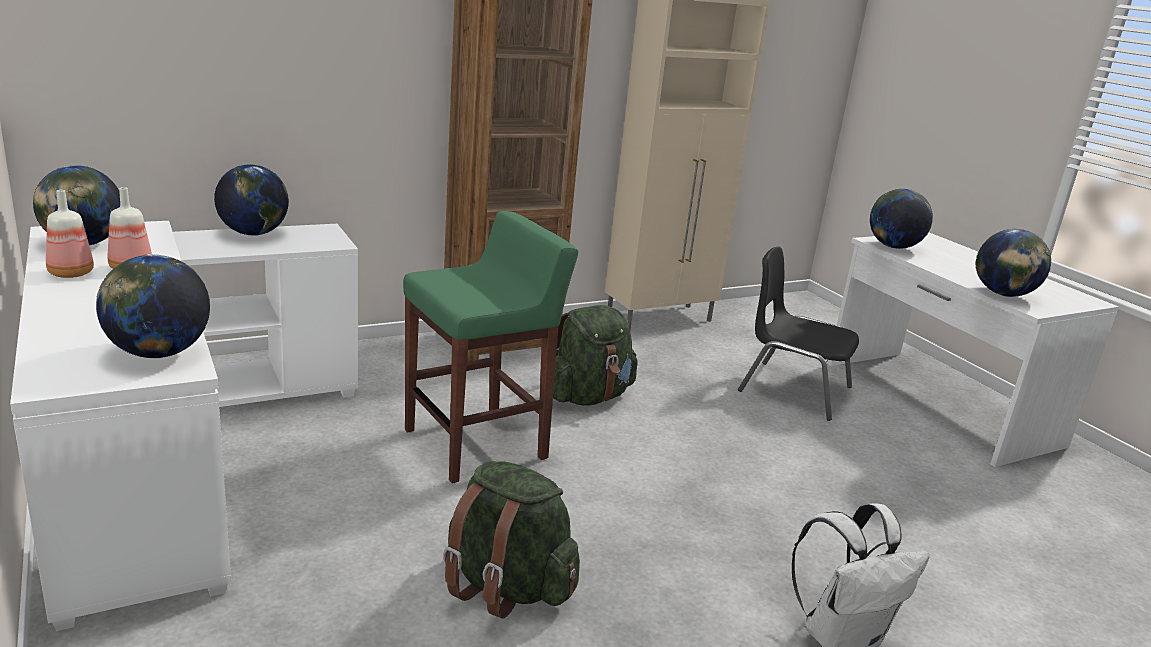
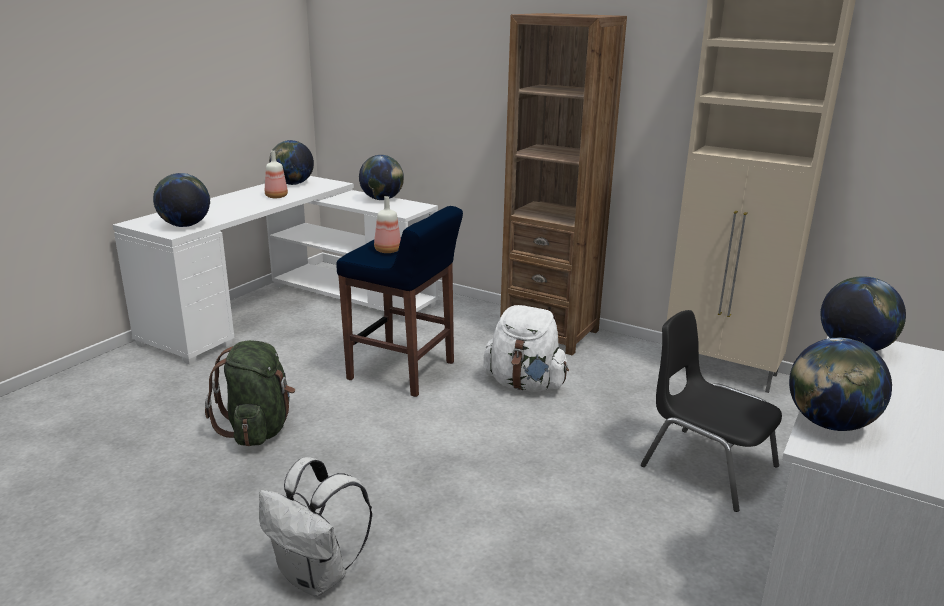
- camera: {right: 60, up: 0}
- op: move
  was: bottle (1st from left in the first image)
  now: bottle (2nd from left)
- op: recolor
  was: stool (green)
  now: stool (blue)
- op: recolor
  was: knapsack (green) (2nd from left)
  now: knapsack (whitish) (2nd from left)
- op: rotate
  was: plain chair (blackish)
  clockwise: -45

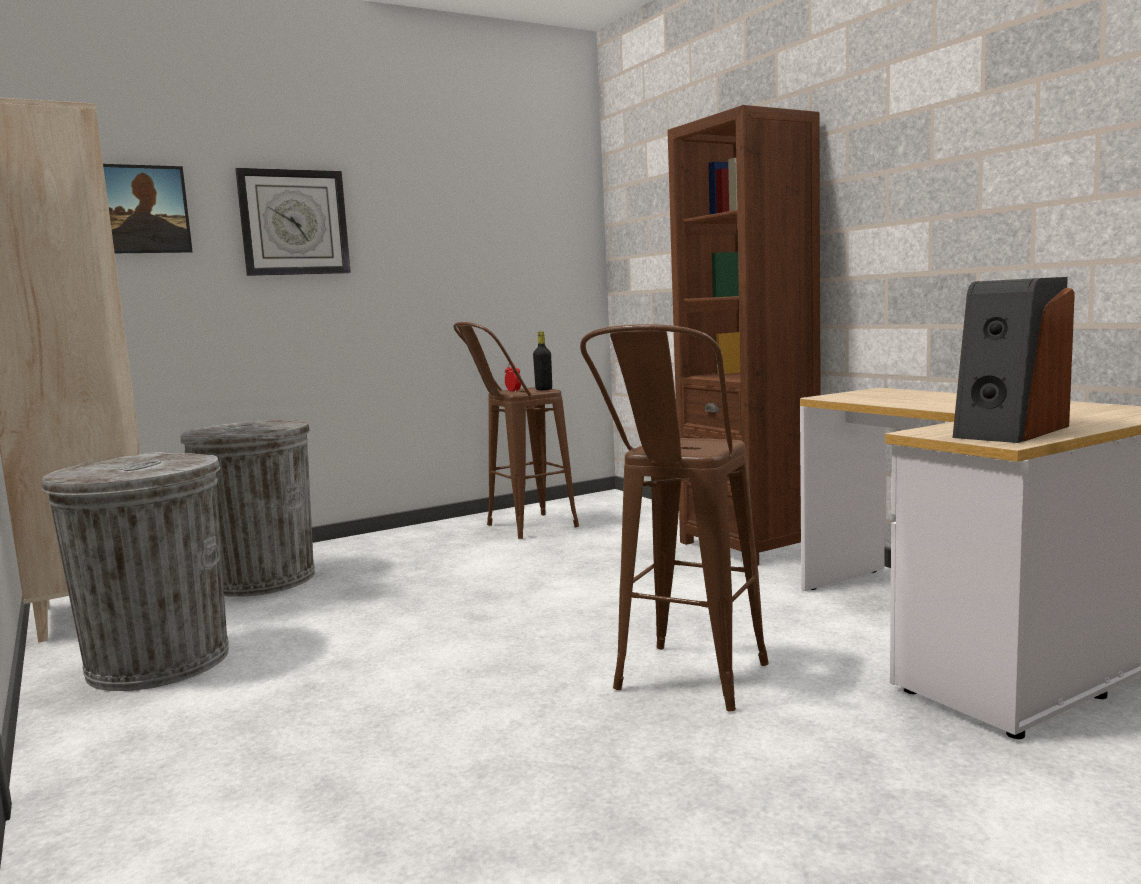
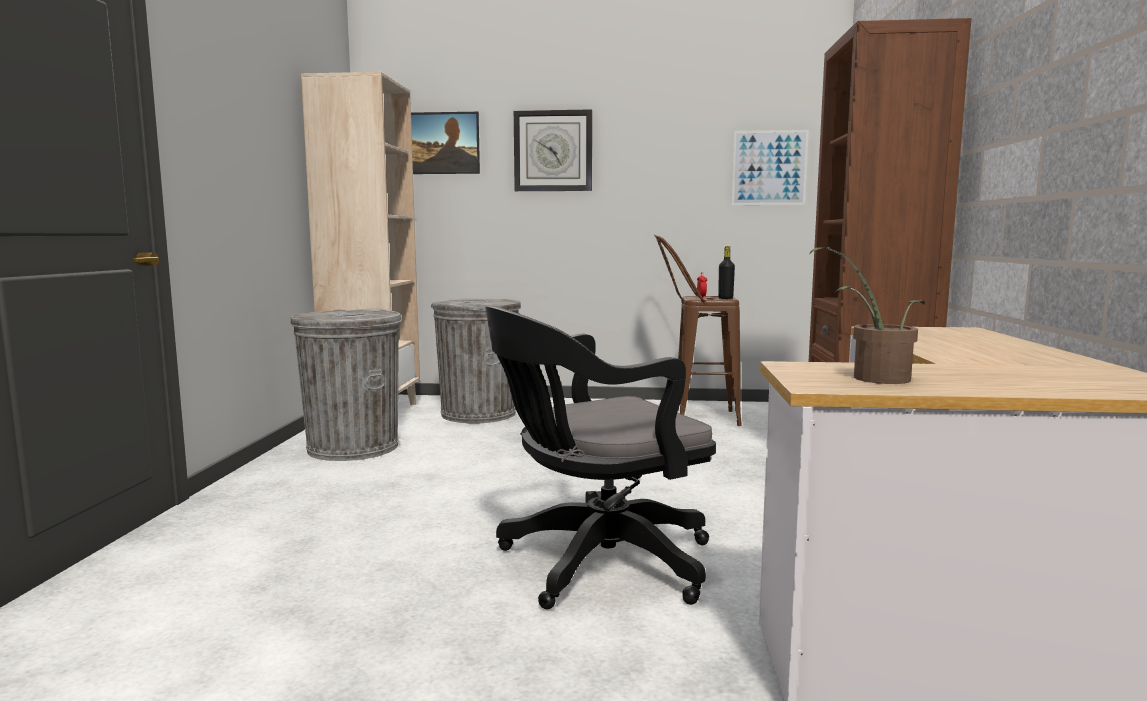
- camera: {right: 35, up: 0}
- op: insert
  now: picture (2nd from left)
- op: replace
  was: stool (brownish) (2nd from left)
  now: office chair (blackish)
- op: replace
  was: speaker
  now: plant in a pot

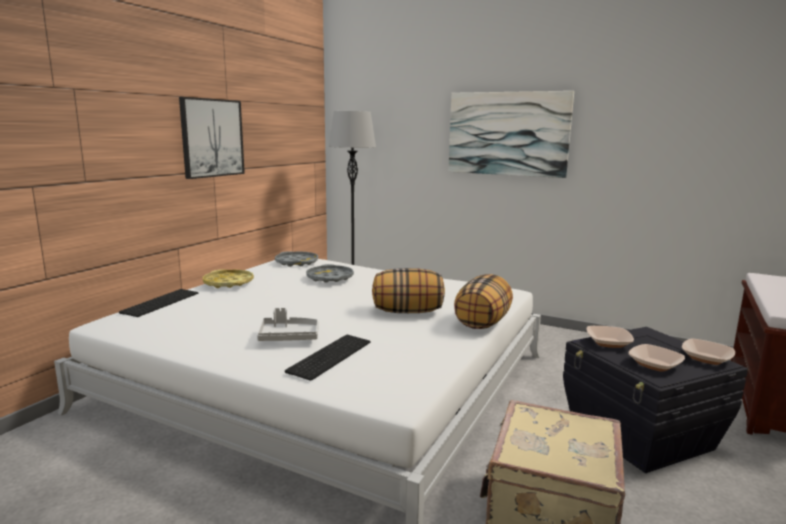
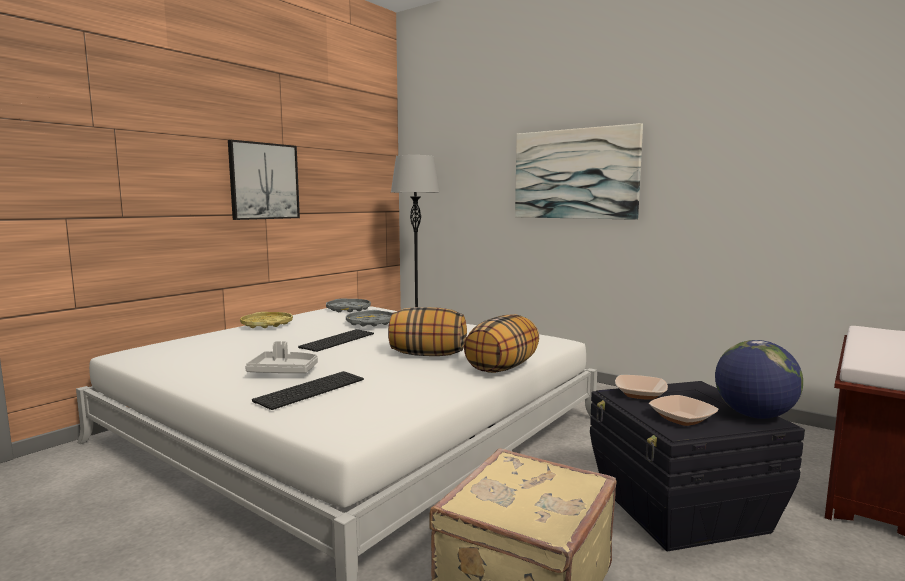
- camera: {right: 10, up: -5}
- op: move
  was: keyboard (1st from left in the first image)
  now: keyboard (2nd from left)
- op: replace
  was: serving bowl (3rd from left)
  now: world globe

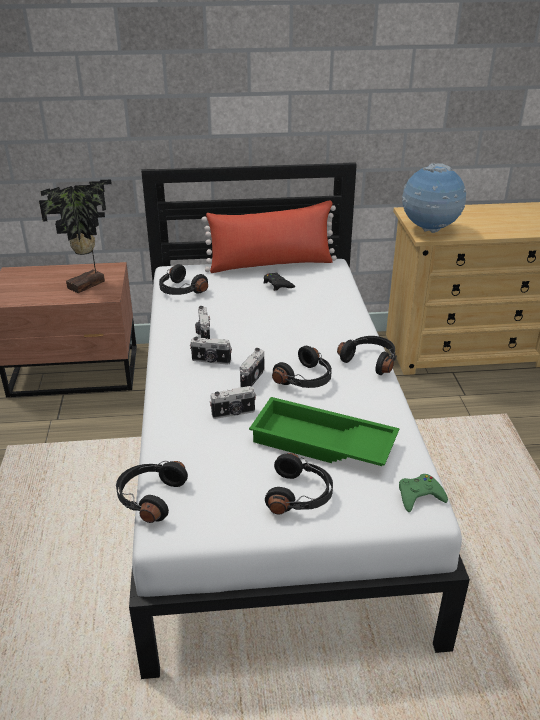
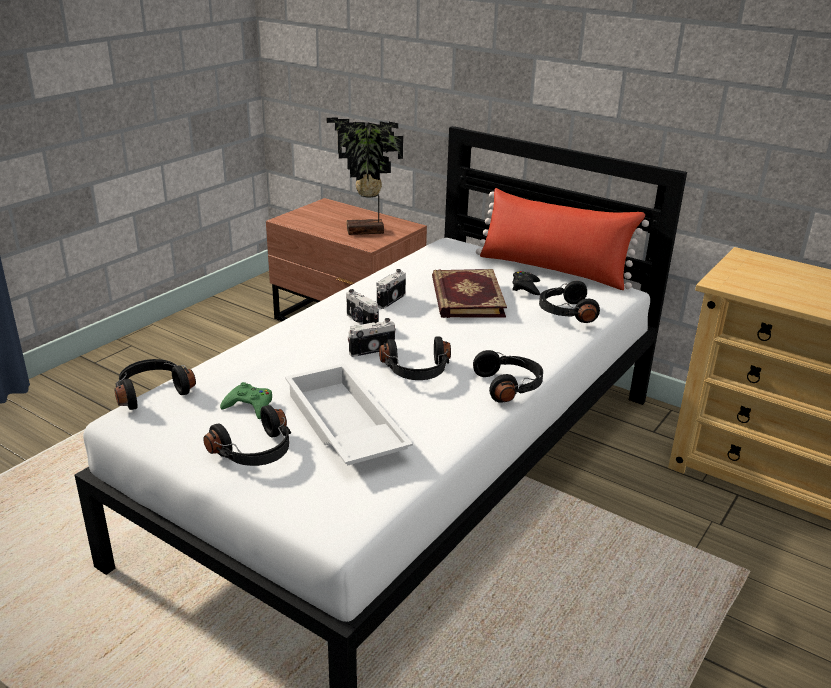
- camera: {right: 40, up: -5}
- op: delete
  was: photo camera (3rd from left)
- op: delete
  was: world globe
- op: insert
  now: bound book
- op: move
  was: headset (blackish) (2nd from left in the first image)
  now: headset (blackish) (5th from left)
- op: move
  was: joypad (green)
- op: recolor
  was: tray (green)
  now: tray (whitish)

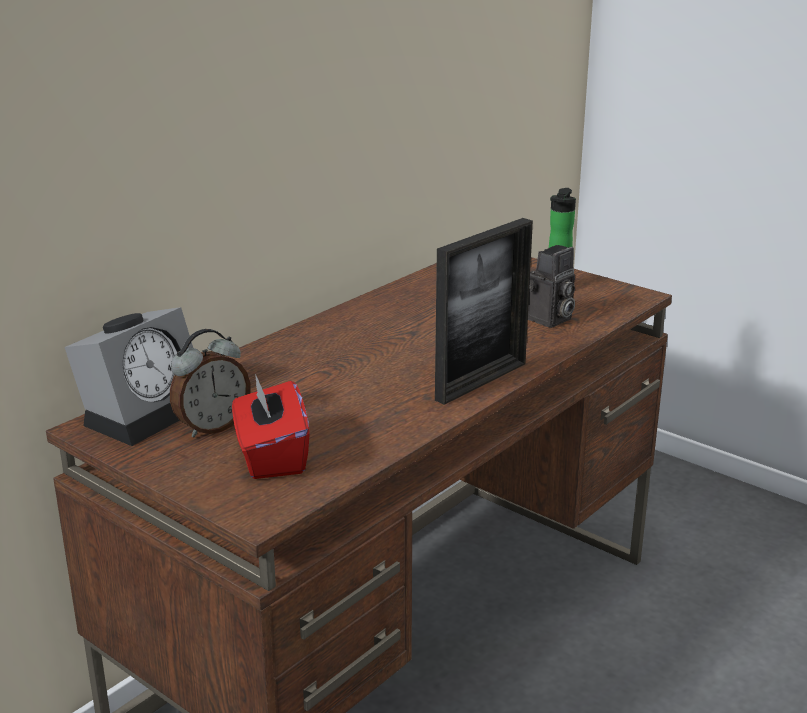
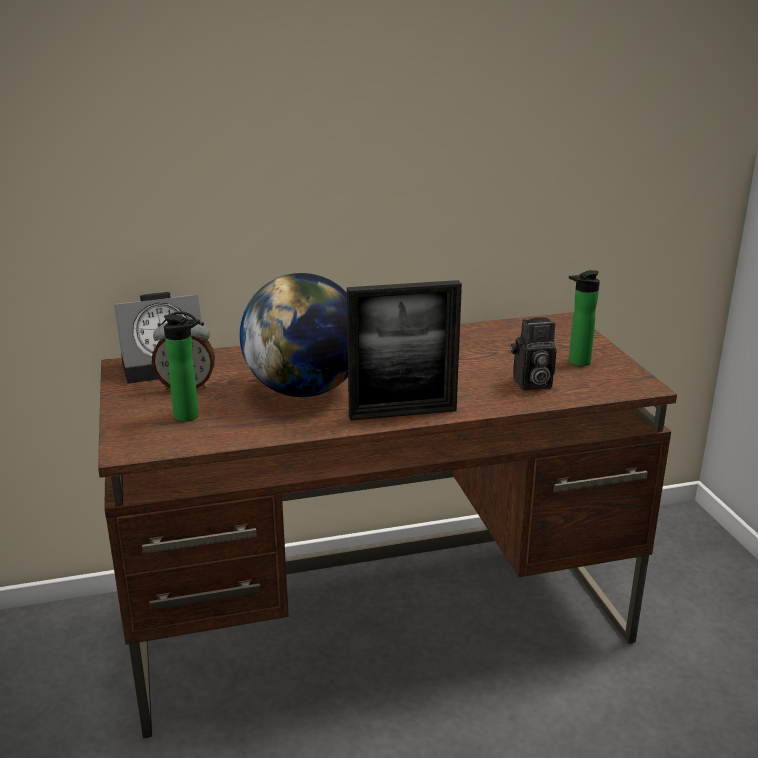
- camera: {right: 35, up: 0}
- op: insert
  now: world globe
- op: replace
  was: tissue holder (red)
  now: bottle (1st from left)

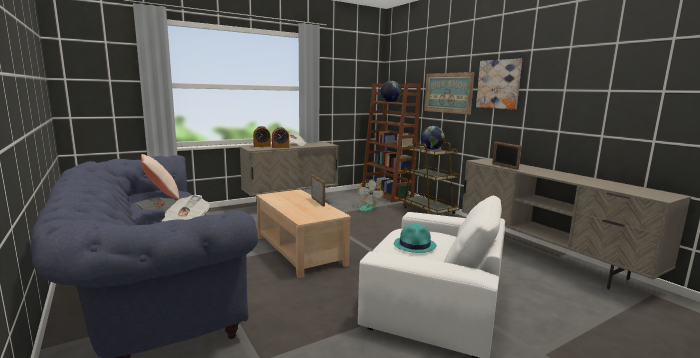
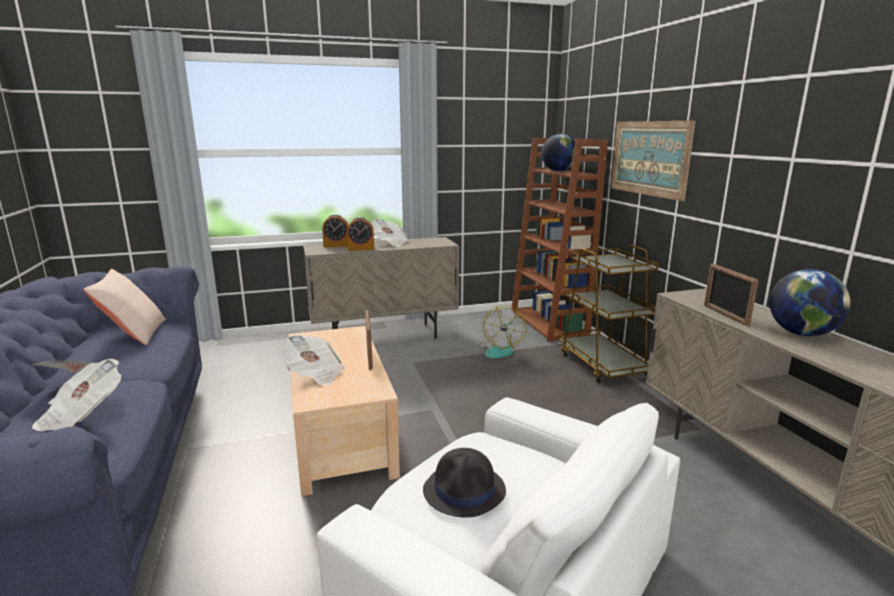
- camera: {right: 15, up: 5}
- op: delete
  was: picture (2nd from left)
- op: insert
  now: daily paper (3rd from left)
- op: move
  was: world globe (2nd from left)
- op: recolor
  was: wearable hat (turquoise-coloured)
  now: wearable hat (blackish)

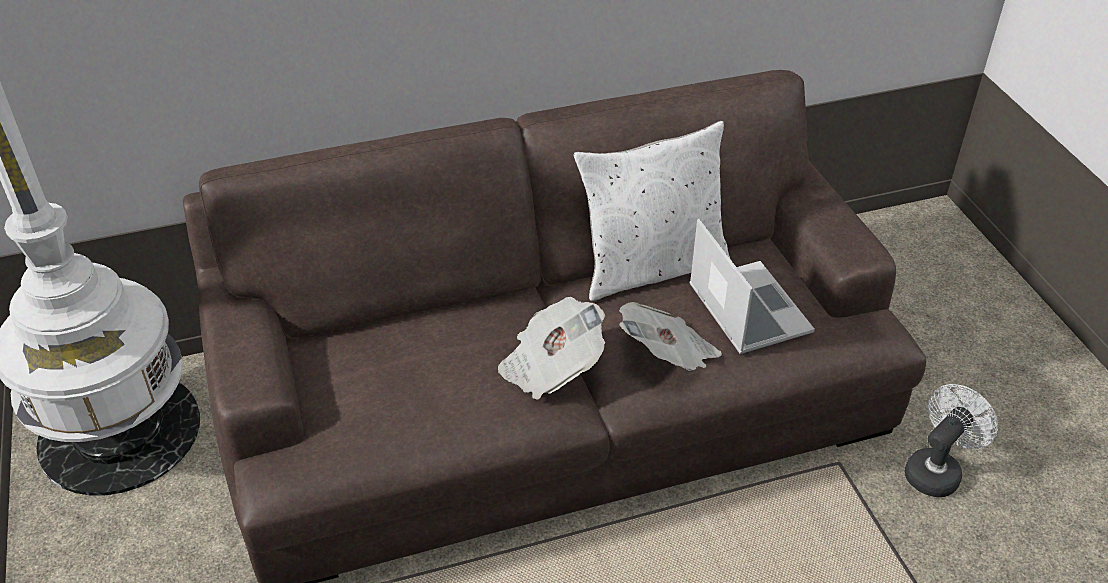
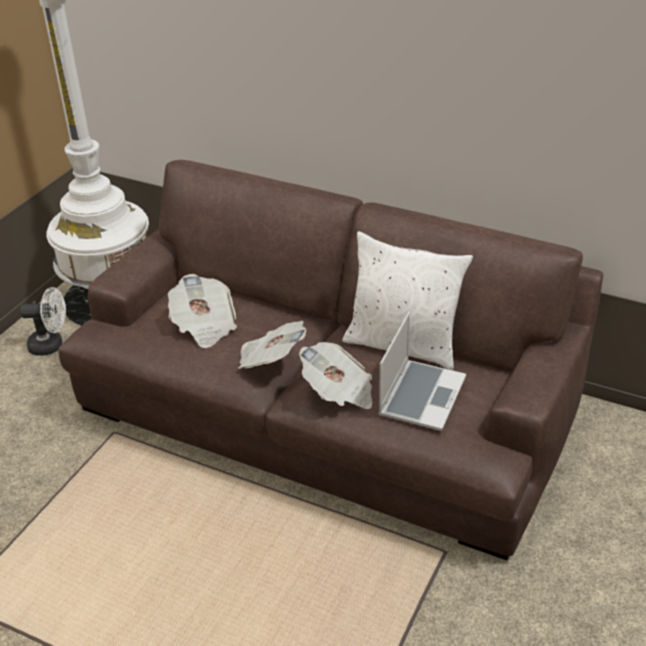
- camera: {right: 45, up: -5}
- op: insert
  now: daily paper (1st from left)
- op: move
  was: fan (whitish)

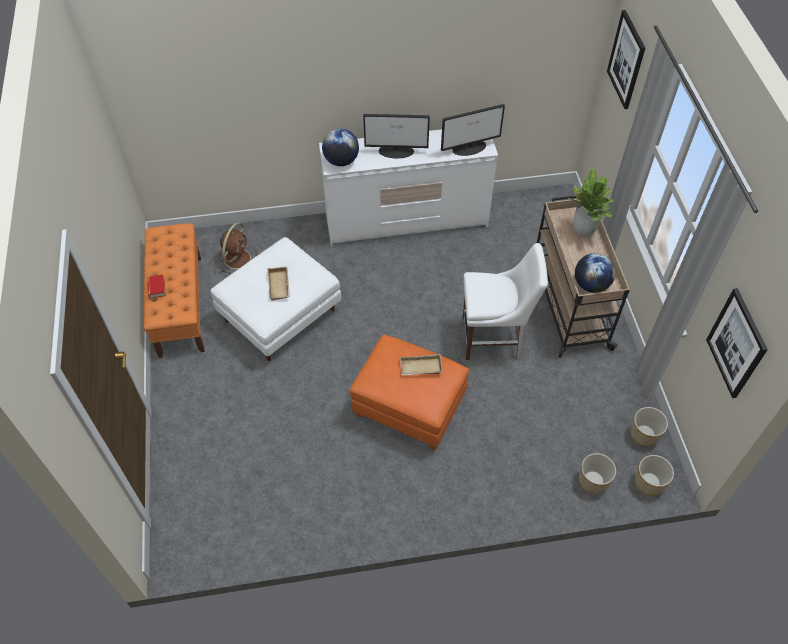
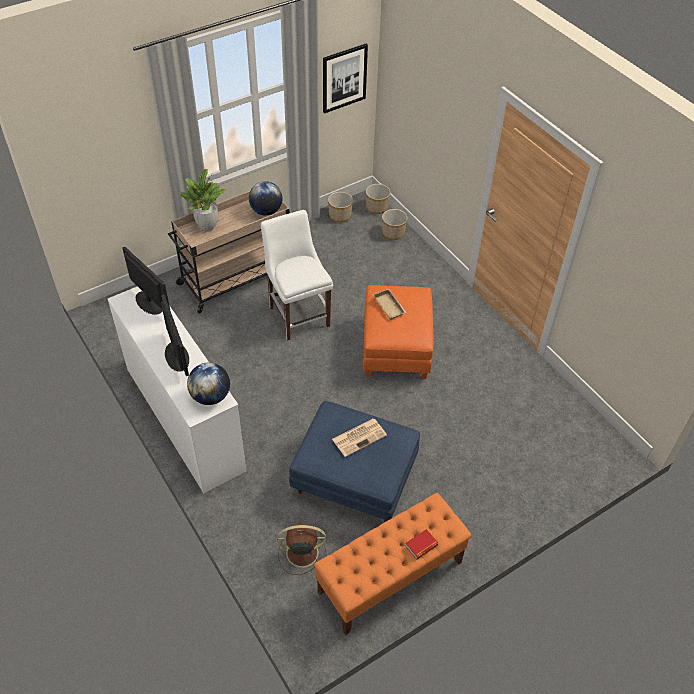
- camera: {right: -115, up: -5}
- op: delete
  was: picture (1st from left)
- op: replace
  was: tray (beige) (1st from left)
  now: daily paper
- op: recolor
  was: footrest (whitish)
  now: footrest (blue)

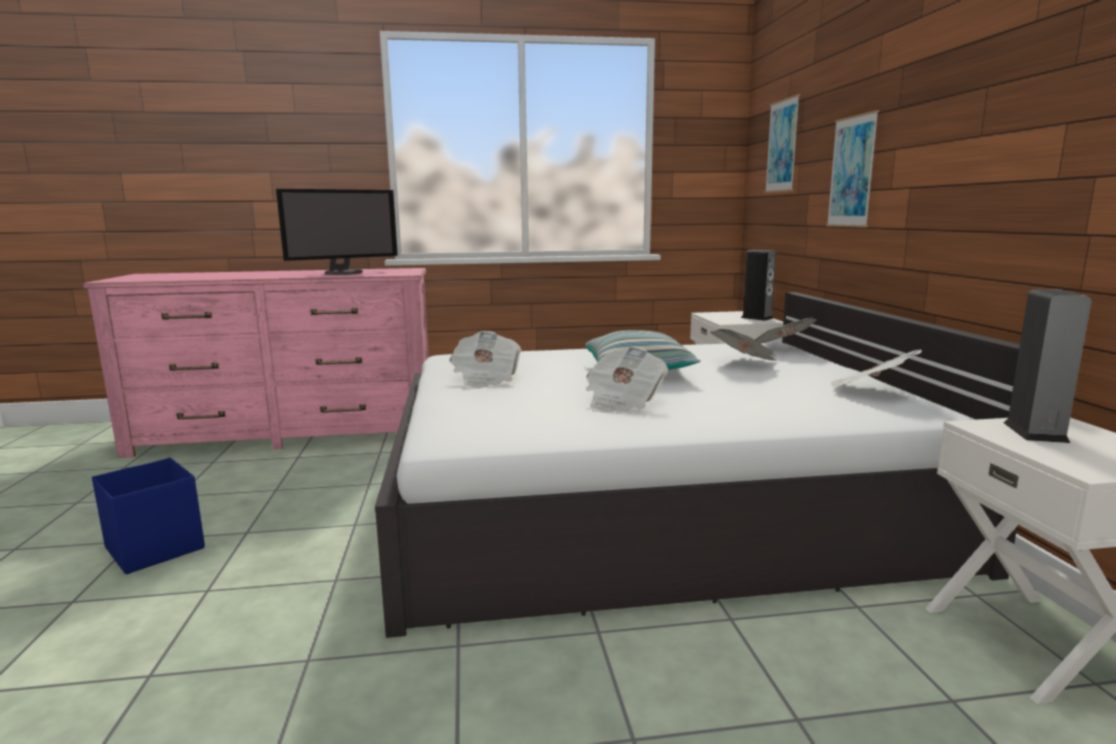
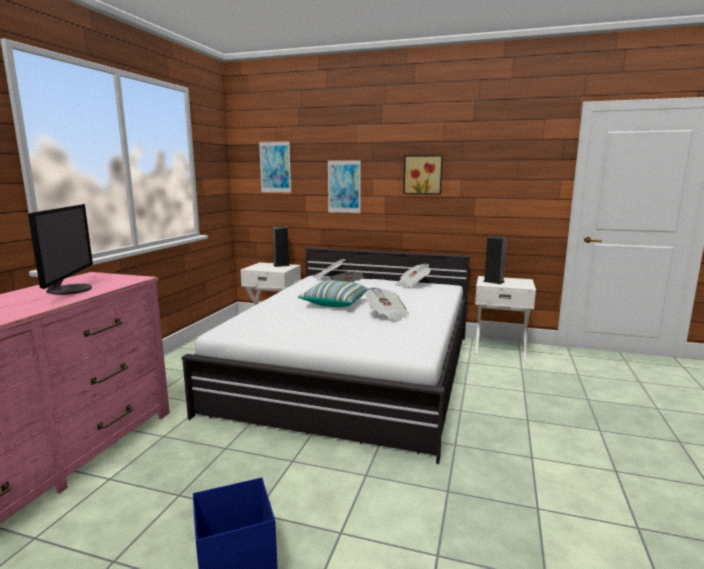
- camera: {right: -65, up: 0}
- op: delete
  was: daily paper (1st from left)
- op: insert
  now: picture (3rd from left)

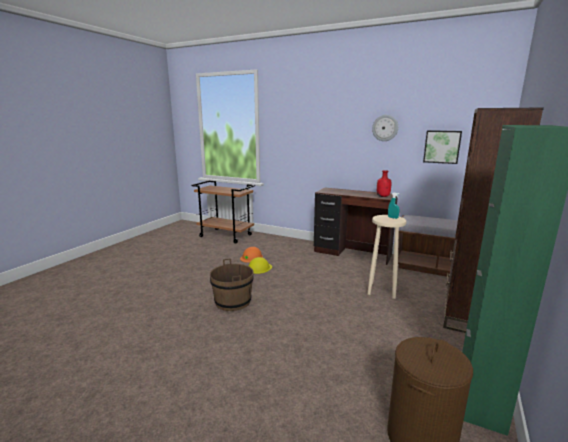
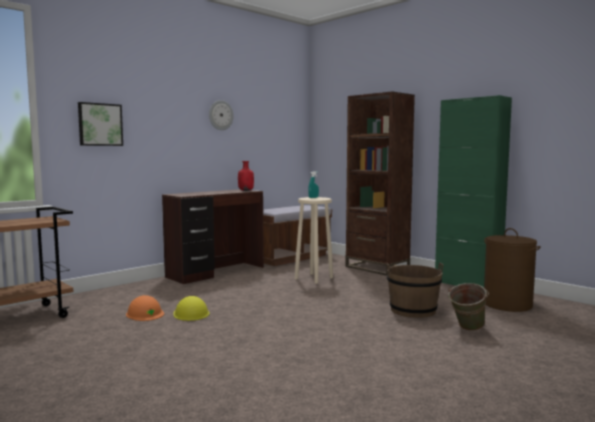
- camera: {right: -70, up: -10}
- op: insert
  now: pail (green)
- op: move
  was: pail (brownish)
- op: move
  was: picture

